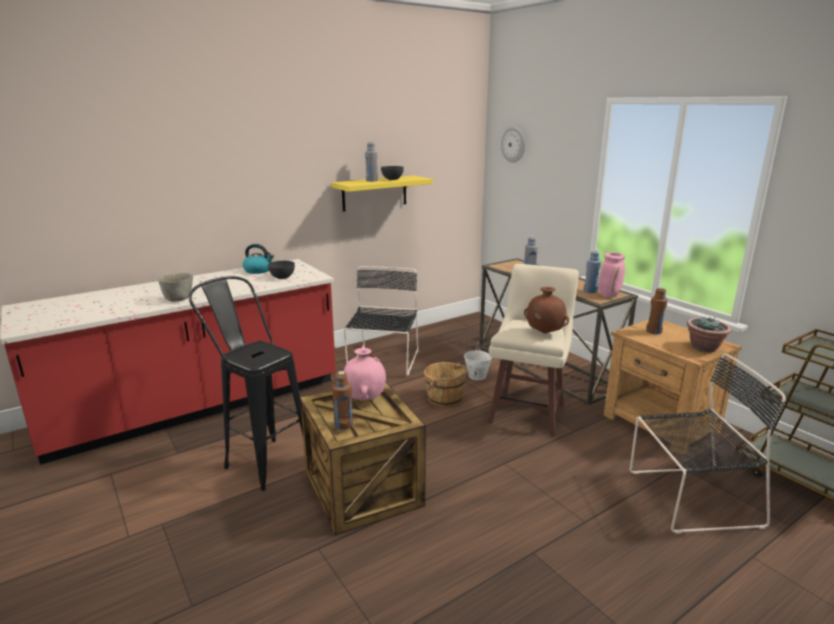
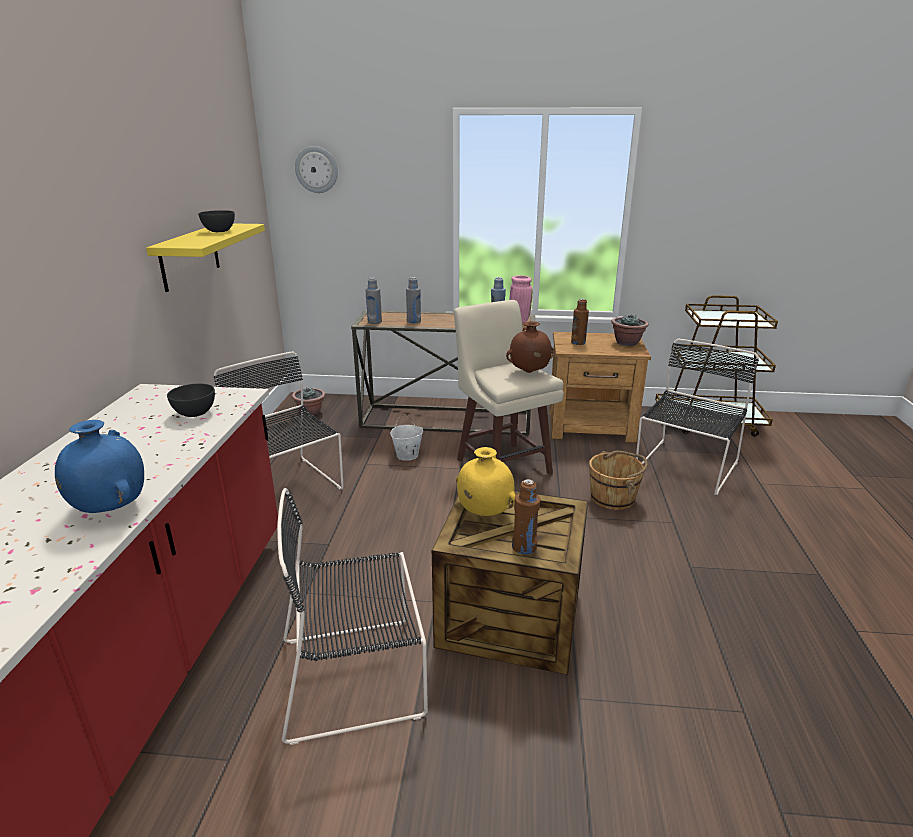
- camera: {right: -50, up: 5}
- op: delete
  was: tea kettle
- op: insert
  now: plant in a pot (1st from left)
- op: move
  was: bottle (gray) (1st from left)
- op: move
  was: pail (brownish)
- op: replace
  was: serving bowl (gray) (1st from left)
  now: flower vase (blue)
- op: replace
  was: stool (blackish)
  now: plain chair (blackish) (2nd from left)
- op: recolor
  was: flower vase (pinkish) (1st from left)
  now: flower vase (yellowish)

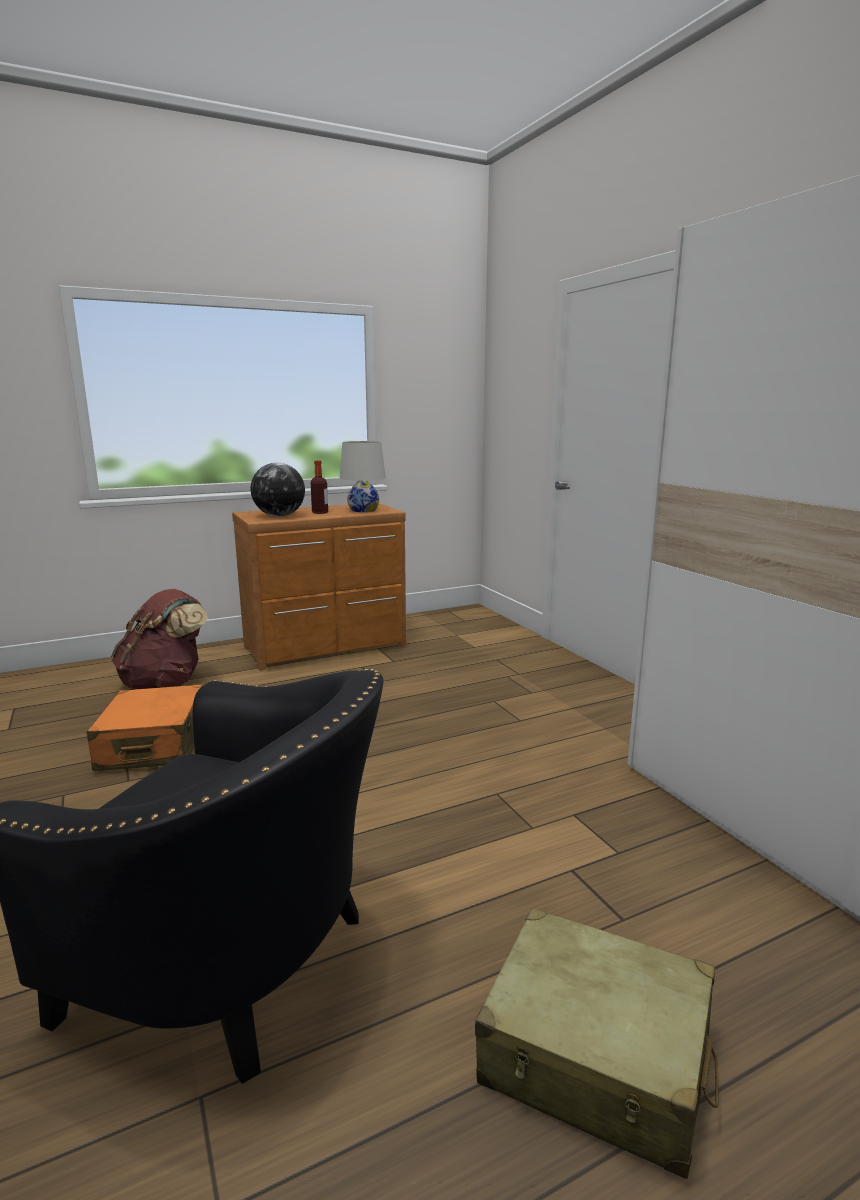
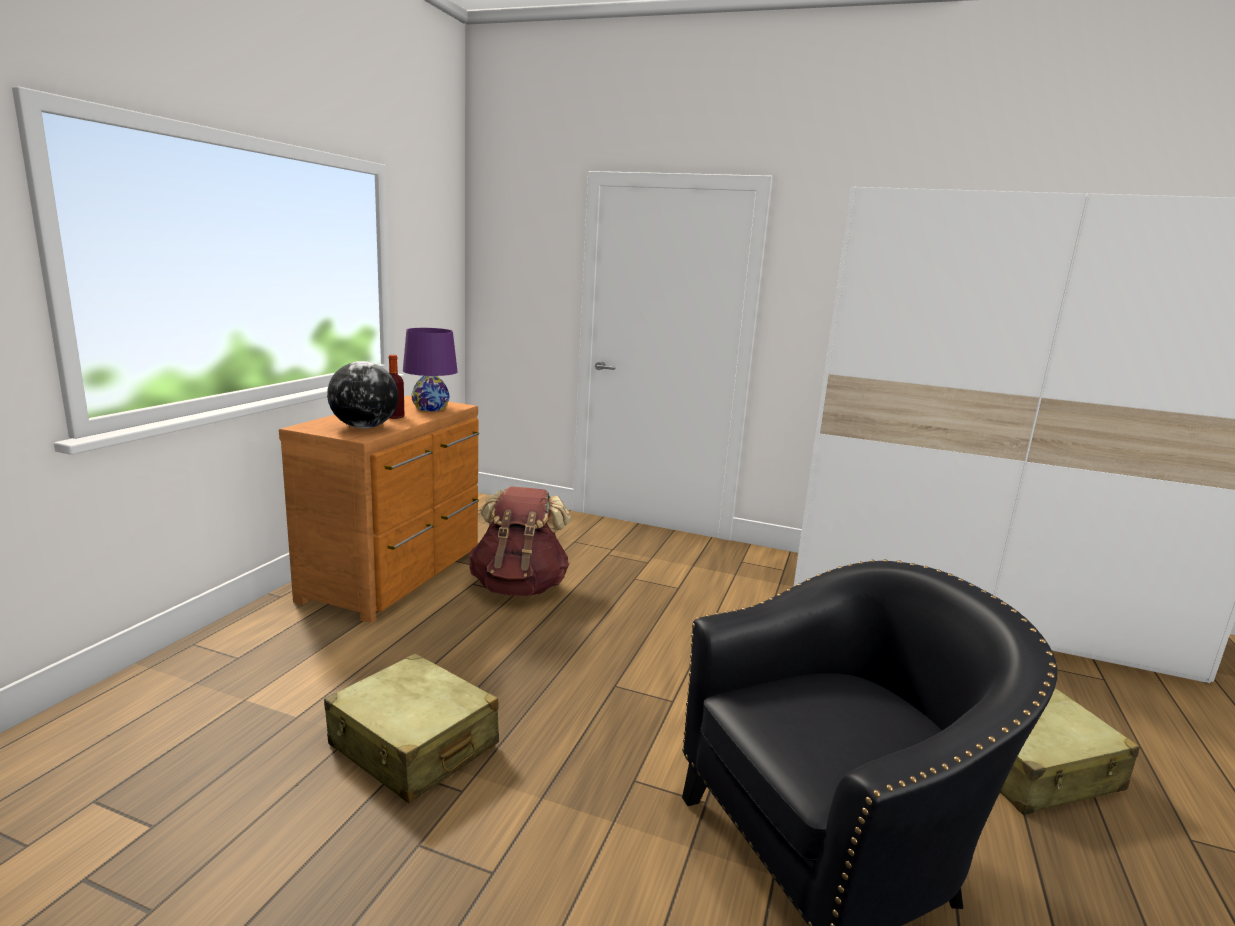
- camera: {right: -45, up: 0}
- op: move
  was: knapsack (brownish)
- op: recolor
  was: piece of luggage (orangey)
  now: piece of luggage (beige) (1st from left)
- op: recolor
  was: table lamp (whitish)
  now: table lamp (purple-coloured)

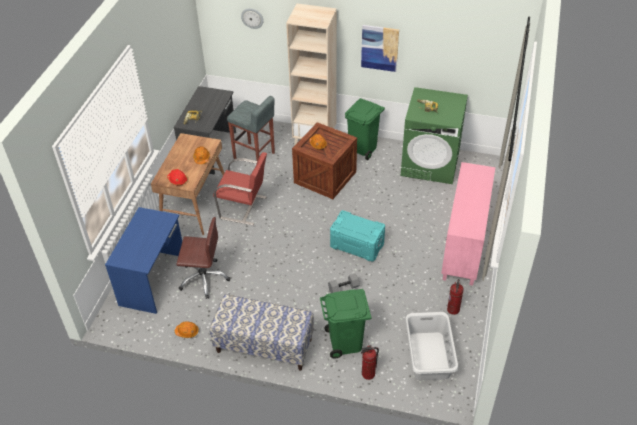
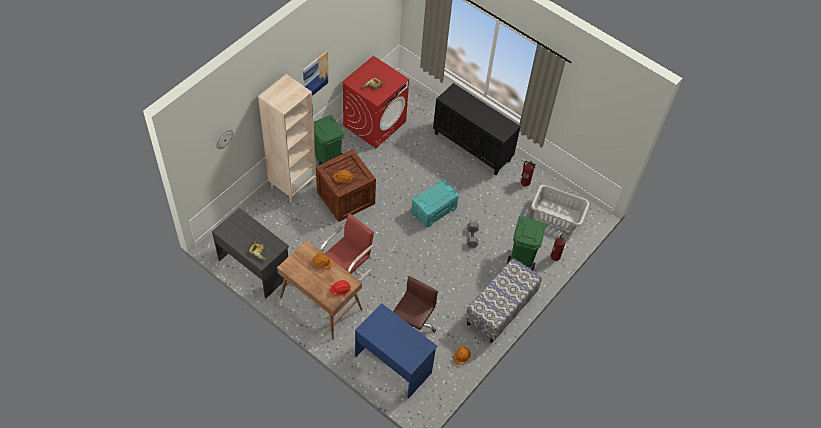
- camera: {right: -70, up: 10}
- op: delete
  was: stool (gray)
- op: recolor
  was: laundry appliance (green)
  now: laundry appliance (red)
- op: recolor
  was: cupboard (pinkish)
  now: cupboard (blackish)

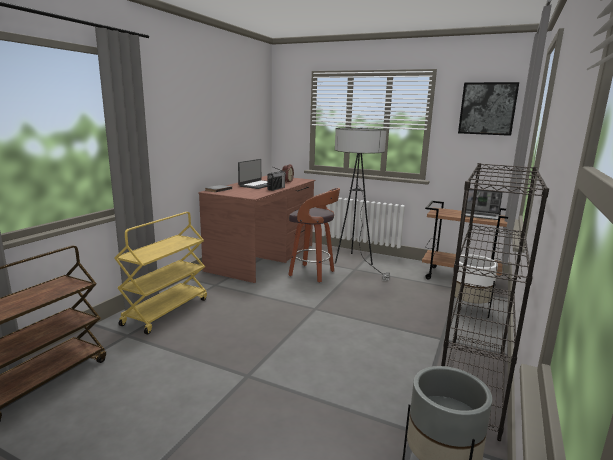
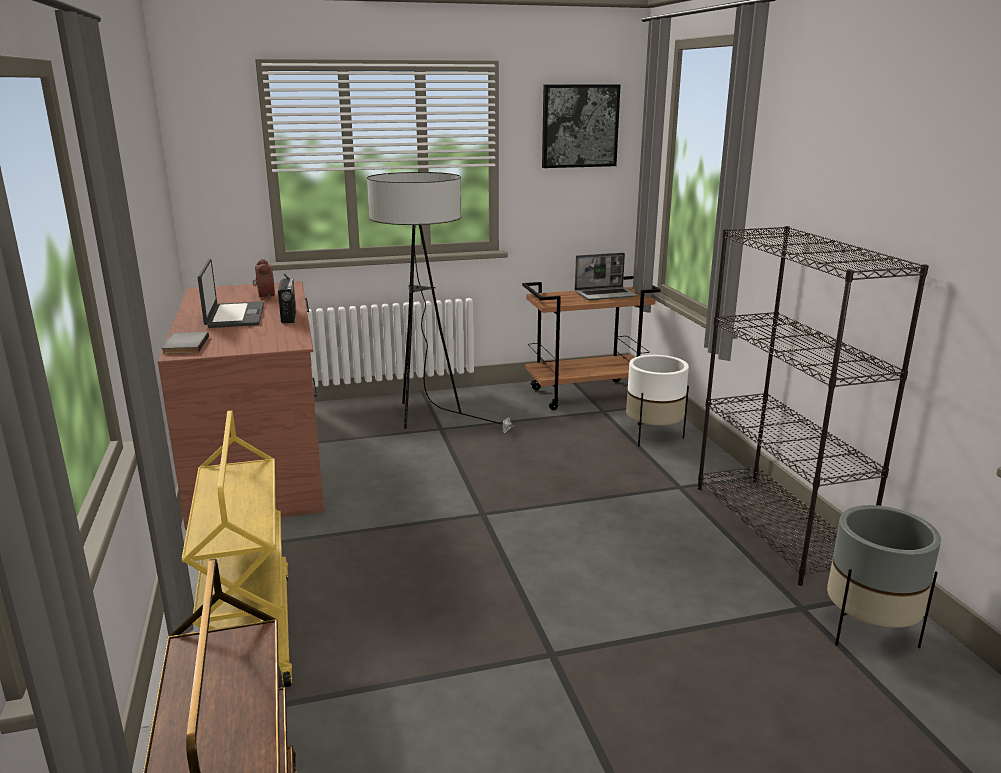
- camera: {right: -40, up: 5}
- op: delete
  was: stool

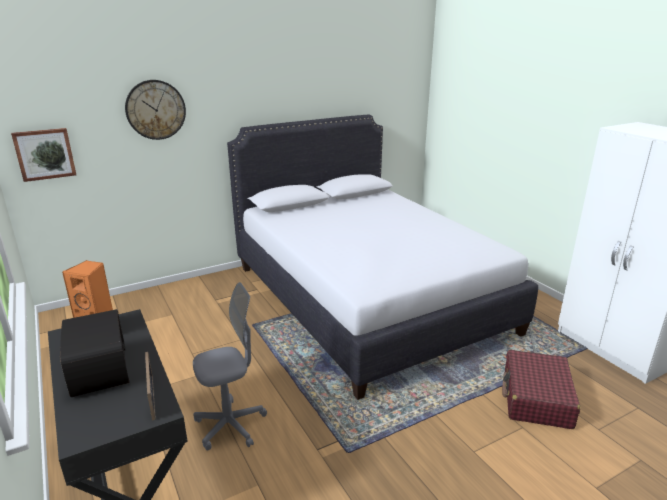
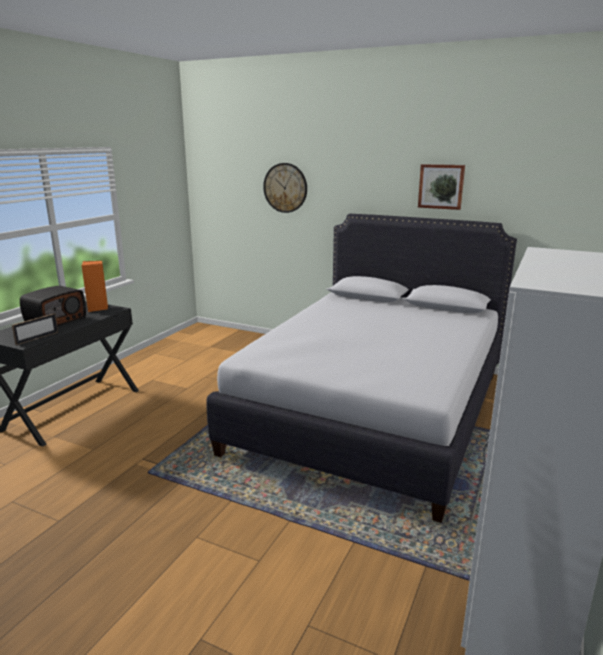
- camera: {right: 55, up: -5}
- op: delete
  was: office chair (gray)
- op: delete
  was: piece of luggage (red)
- op: move
  was: picture

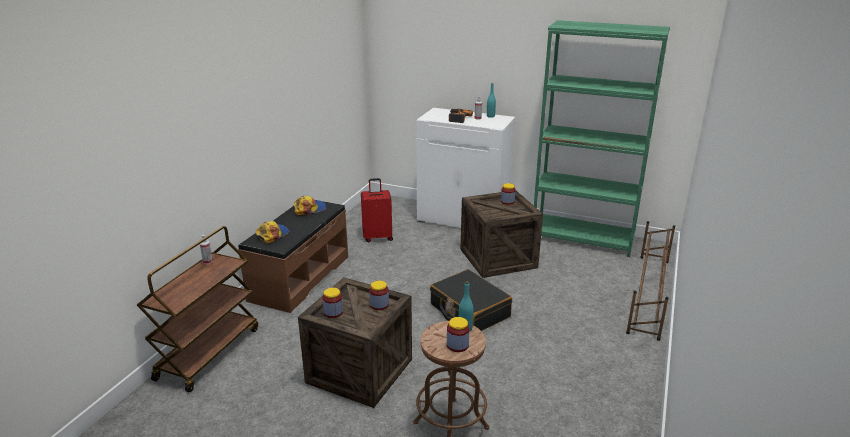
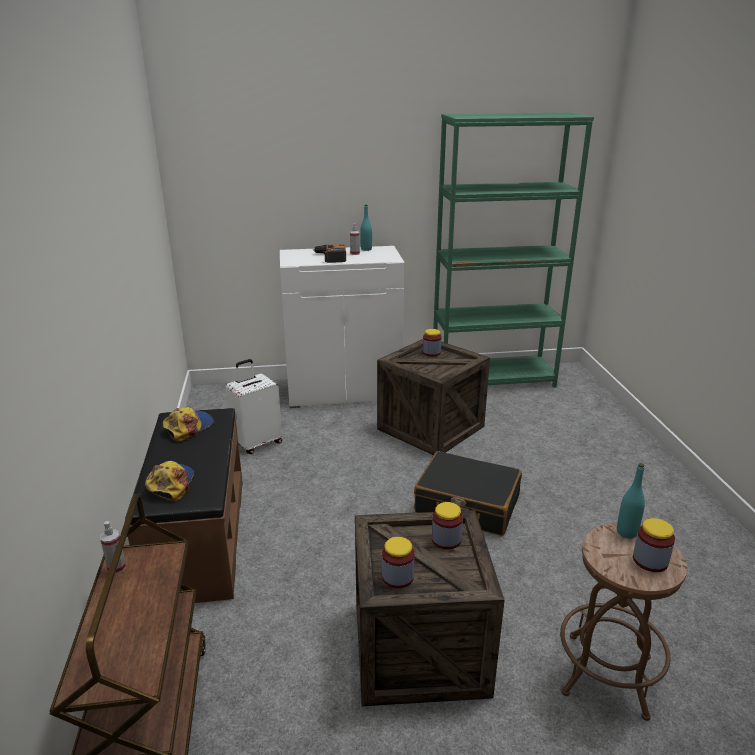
- camera: {right: -30, up: 0}
- op: delete
  was: shoe shelf (brownish)
- op: recolor
  was: piece of luggage (red)
  now: piece of luggage (whitish)

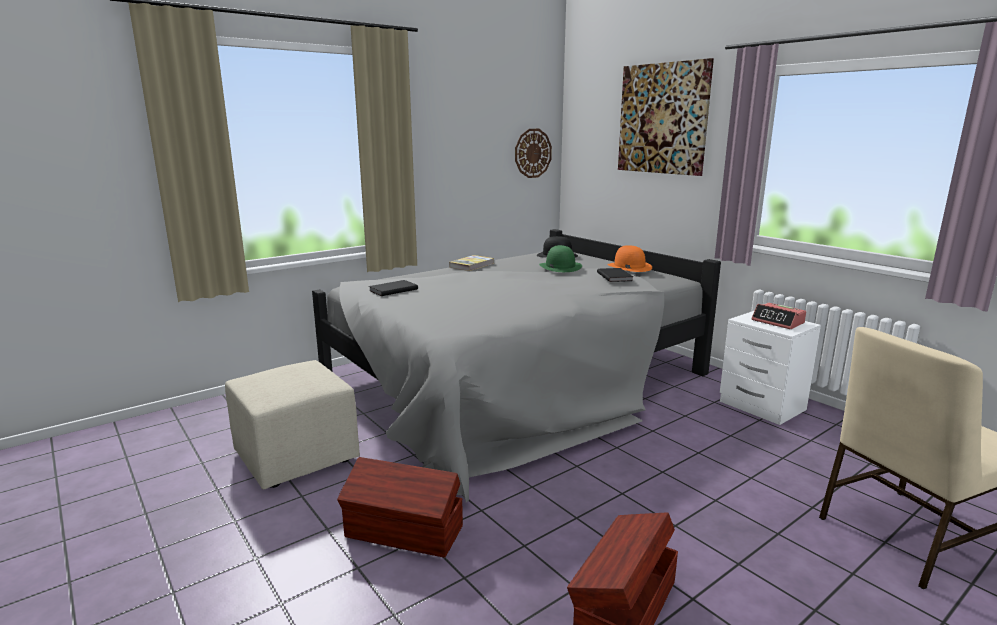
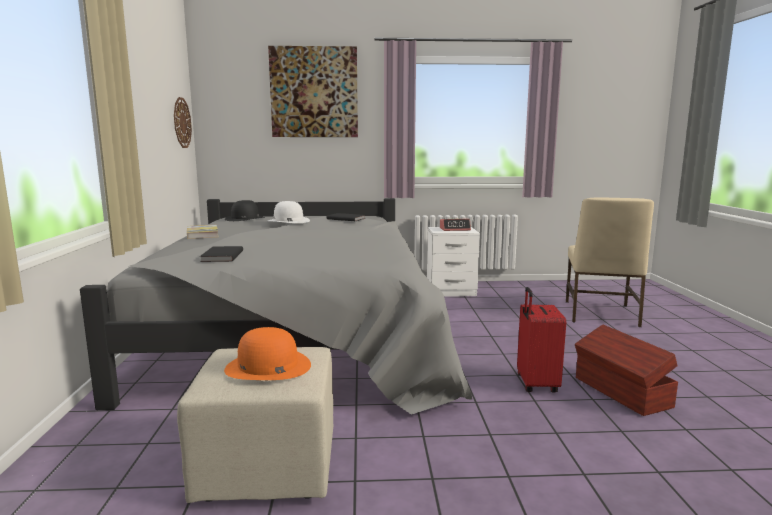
- camera: {right: -55, up: -5}
- op: delete
  was: storage box (brownish) (1st from left)
- op: insert
  now: piece of luggage (red)
- op: move
  was: wearable hat (orangey)
- op: recolor
  was: wearable hat (green)
  now: wearable hat (whitish)

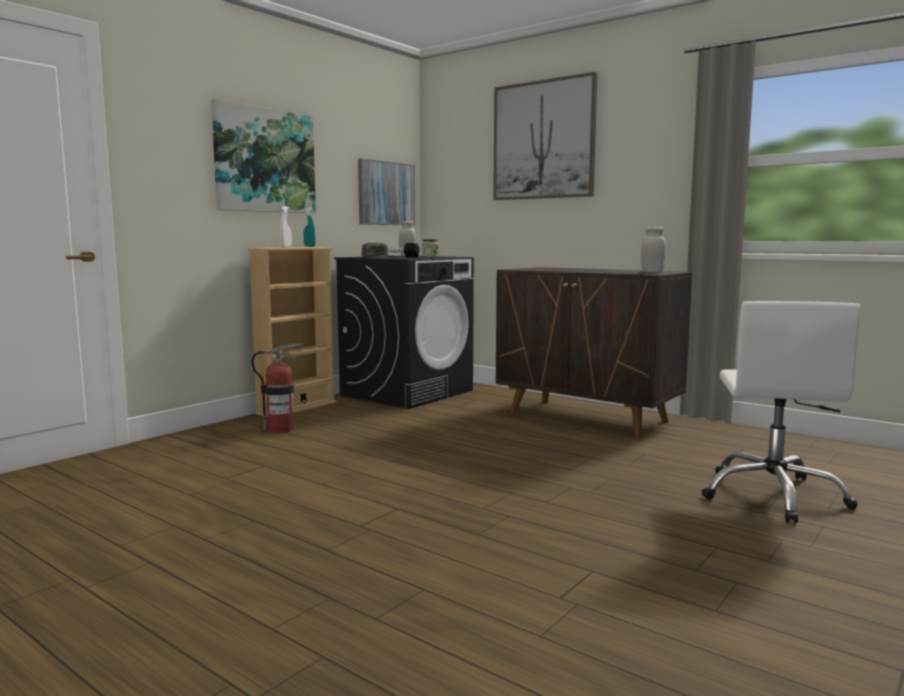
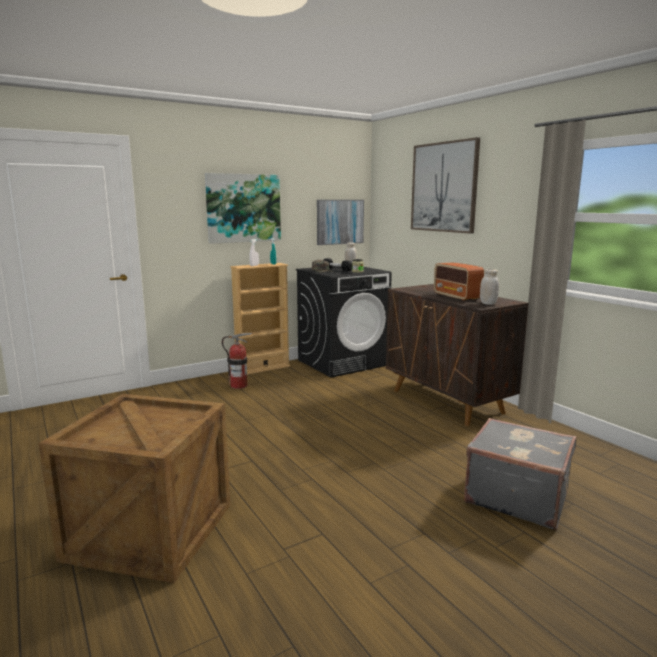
- camera: {right: 20, up: 5}
- op: insert
  now: shipping crate
- op: insert
  now: radio
- op: replace
  was: office chair (whitish)
  now: piece of luggage (gray)

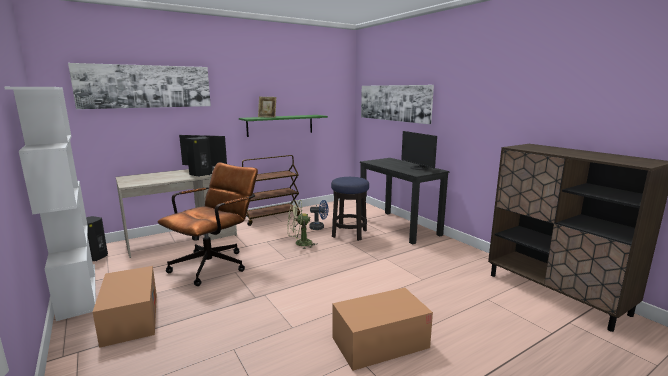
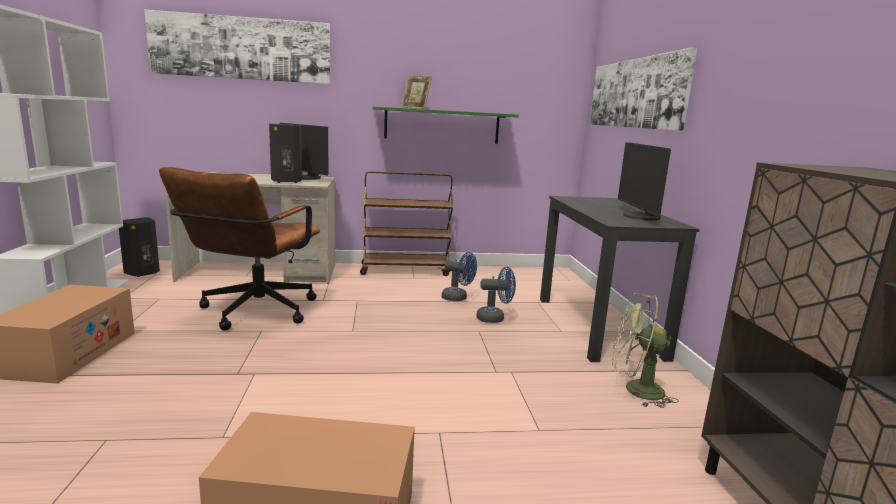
- camera: {right: 25, up: 0}
- op: move
  was: fan (green)
- op: replace
  was: stool
  now: fan (blue) (2nd from left)
- op: rotate
  was: office chair (brownish)
  clockwise: 135

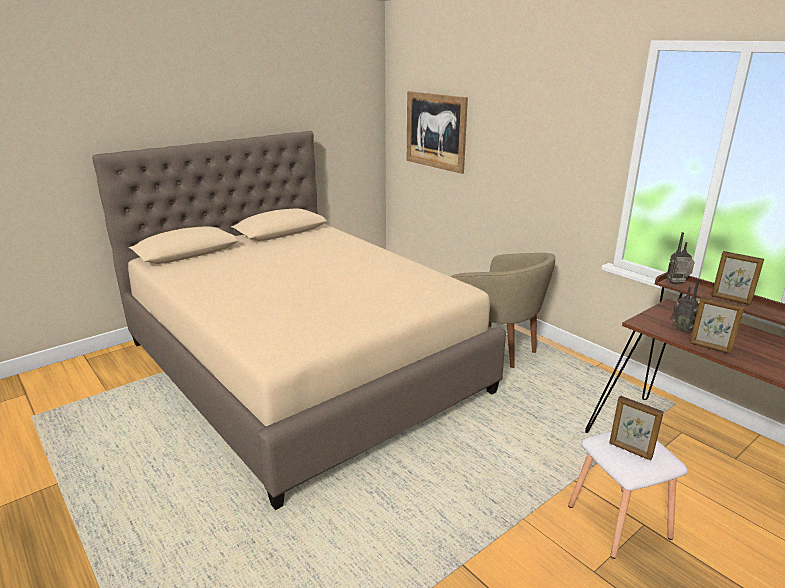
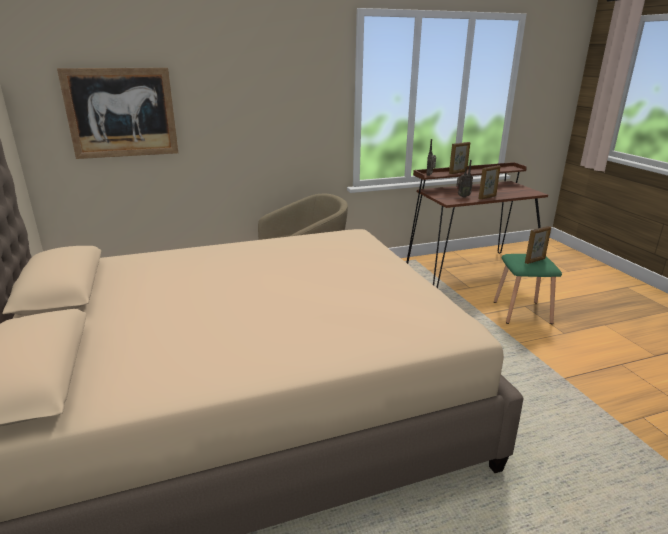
- camera: {right: -70, up: 0}
- op: recolor
  was: stool (whitish)
  now: stool (green)

